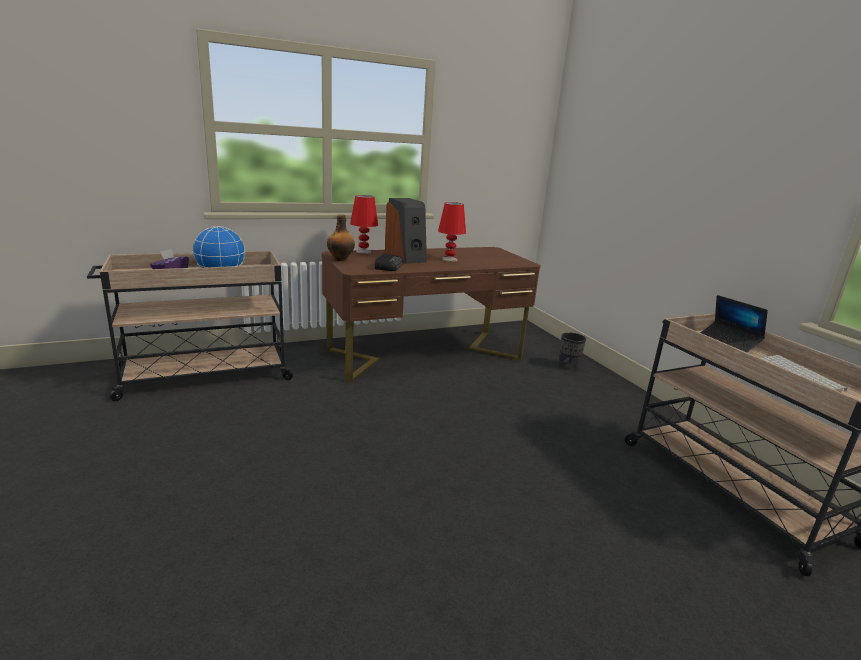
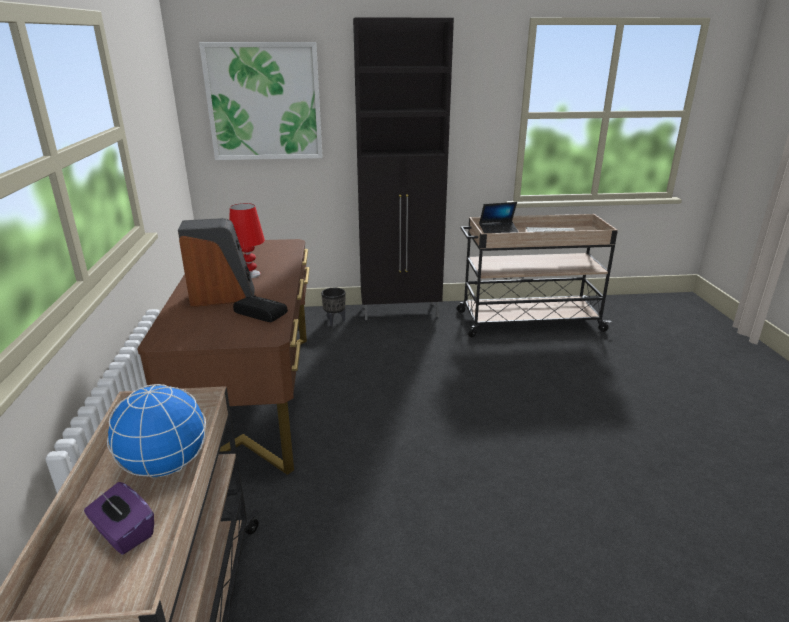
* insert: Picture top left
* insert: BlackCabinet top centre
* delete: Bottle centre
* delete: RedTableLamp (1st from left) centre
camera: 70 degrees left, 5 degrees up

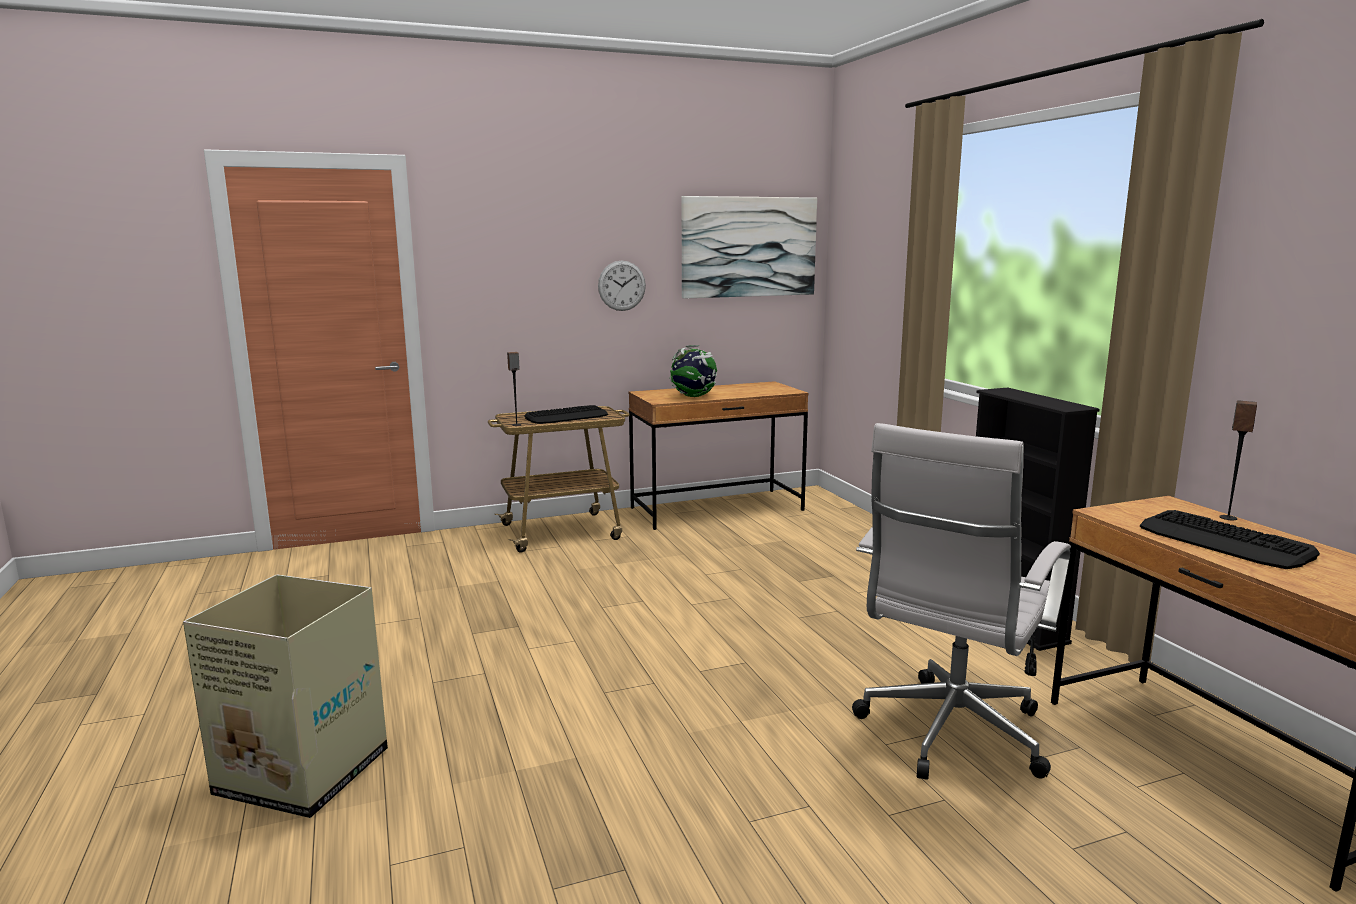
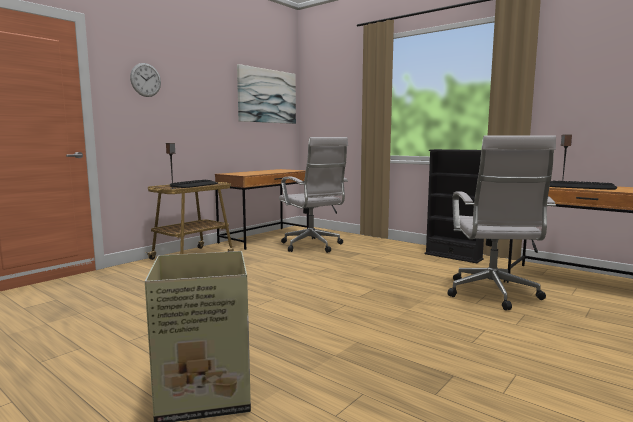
* move: WallClock top centre to top left
* insert: WhiteOfficeChair (1st from left) centre
* delete: Globe centre
camera: 30 degrees left, 5 degrees down

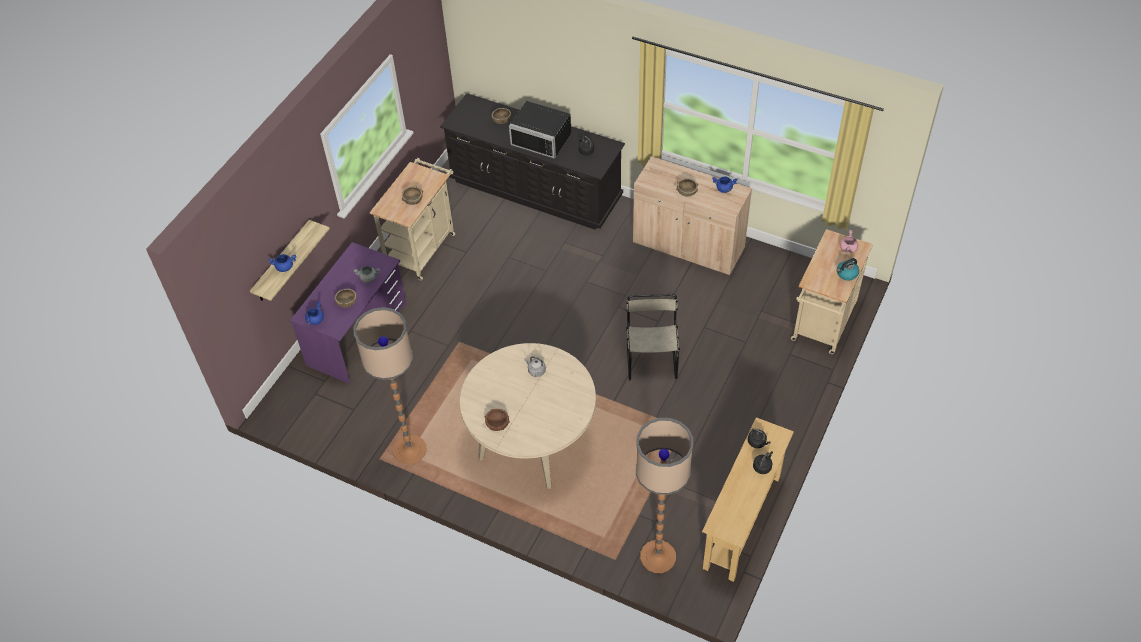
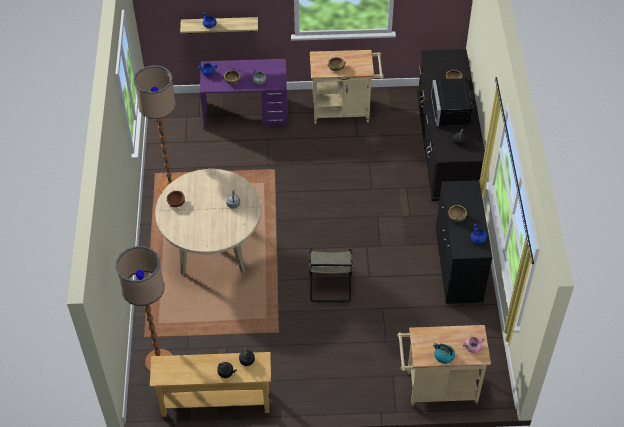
* rotate: BeigeChair centre = centre 120 degrees clockwise
* recolor: BeigeCabinet centre to BlackCabinet middle right
camera: 60 degrees right, 0 degrees up

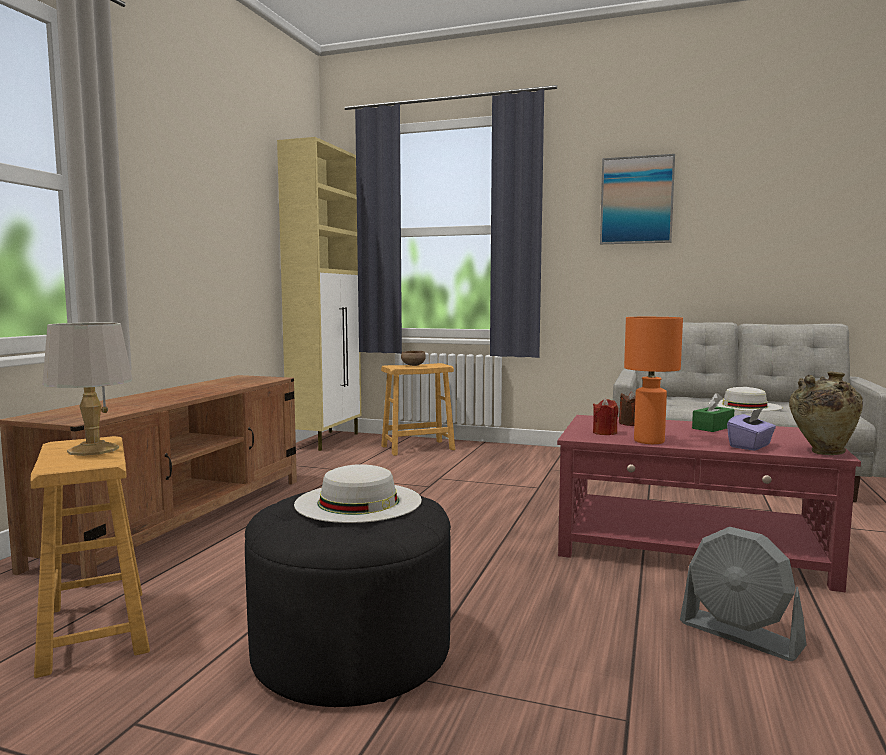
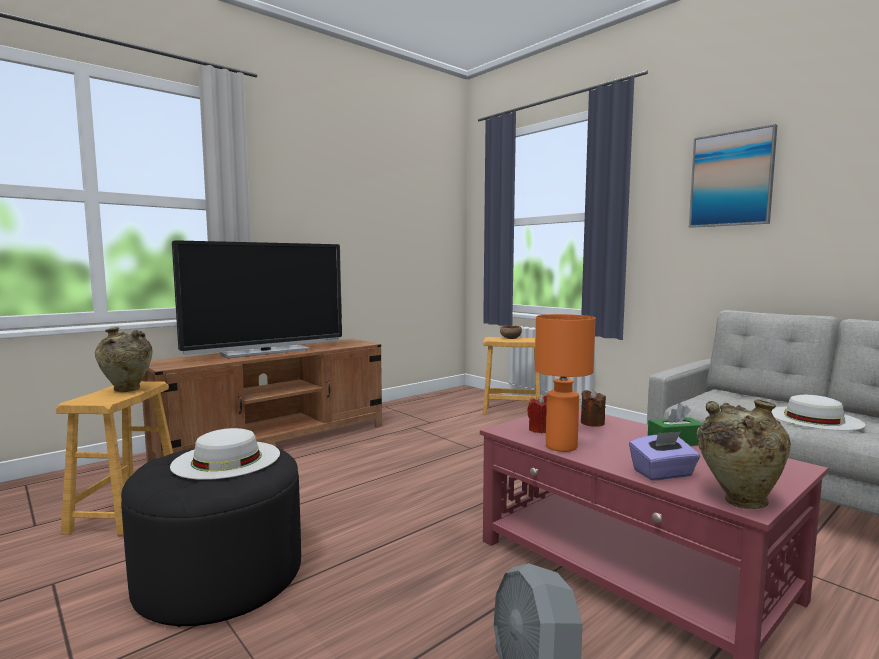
* replace: GreyTableLamp middle left to BeigeVase (1st from left) middle left
* insert: Television middle left
* delete: BeigeCabinet centre
camera: 30 degrees right, 0 degrees up

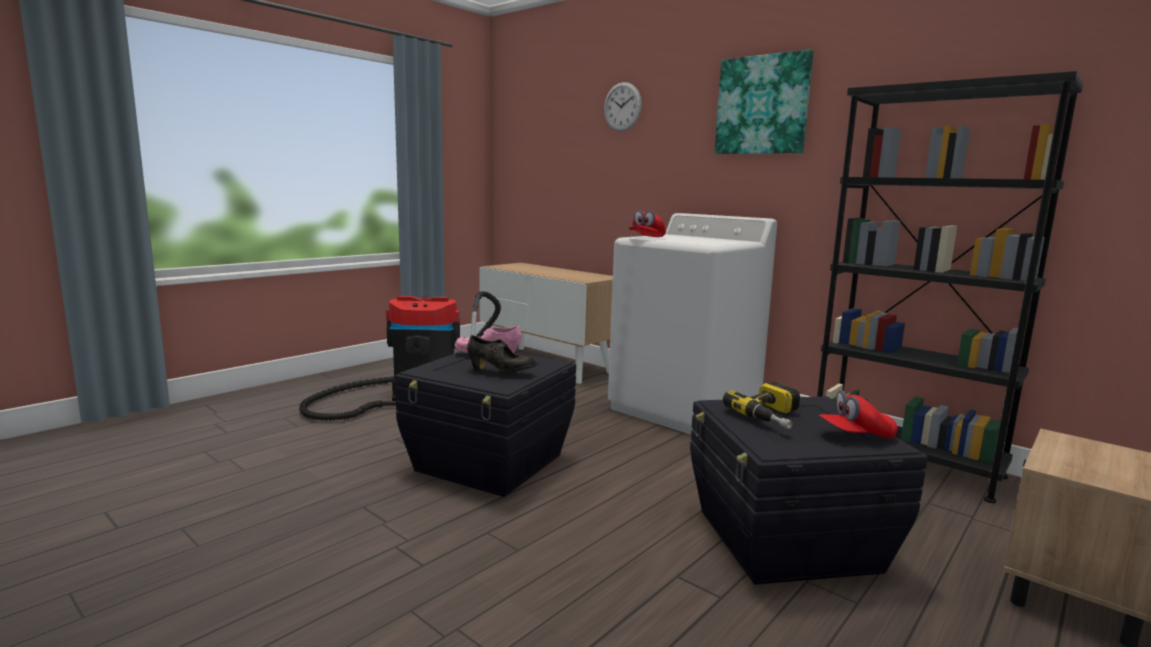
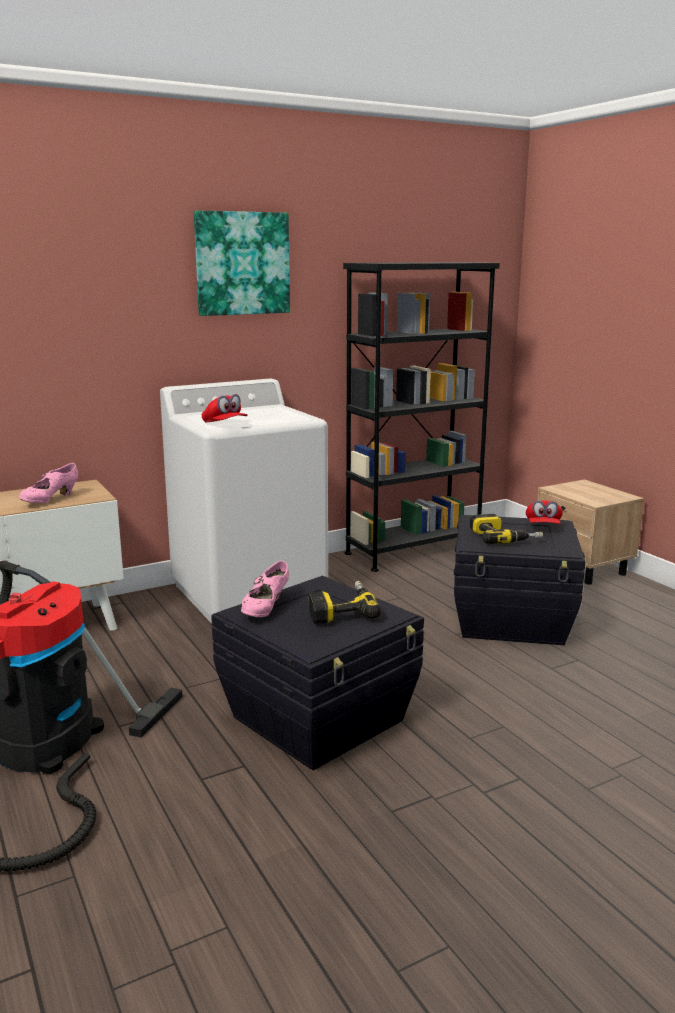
* insert: PinkShoe (1st from left) middle left
* replace: BlackShoe centre to PowerDrill (1st from left) centre
* delete: WallClock top centre
camera: 70 degrees left, 5 degrees up

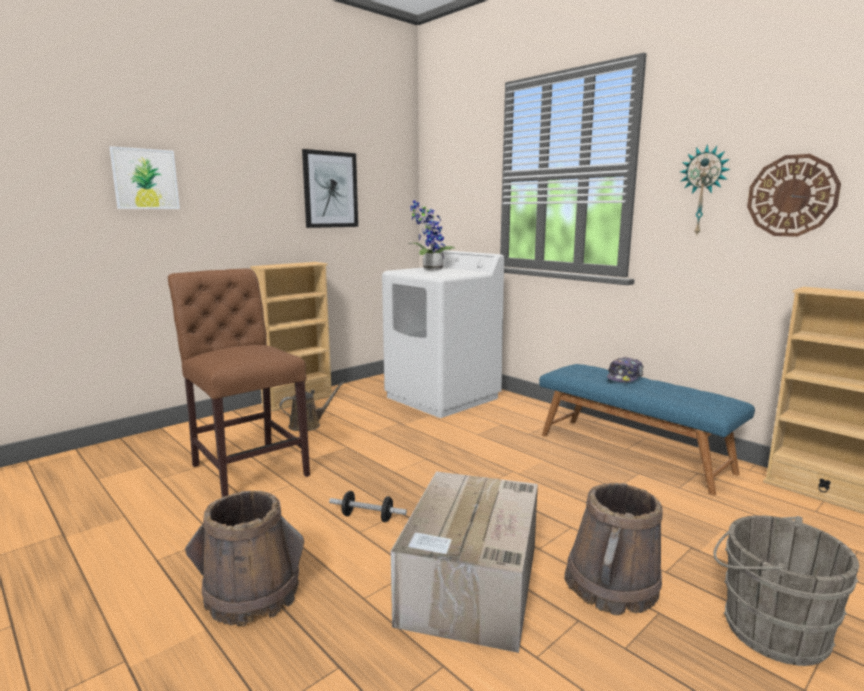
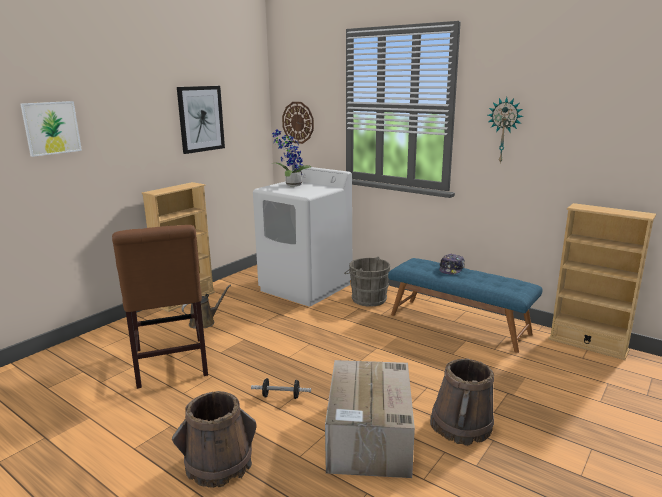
* rotate: BrownChair middle left = middle left 150 degrees counterclockwise
* move: WallClock (2nd from left in the first image) top right to WallClock (1st from left) top centre
* move: GreyBucket bottom right to centre
camera: 10 degrees left, 5 degrees up

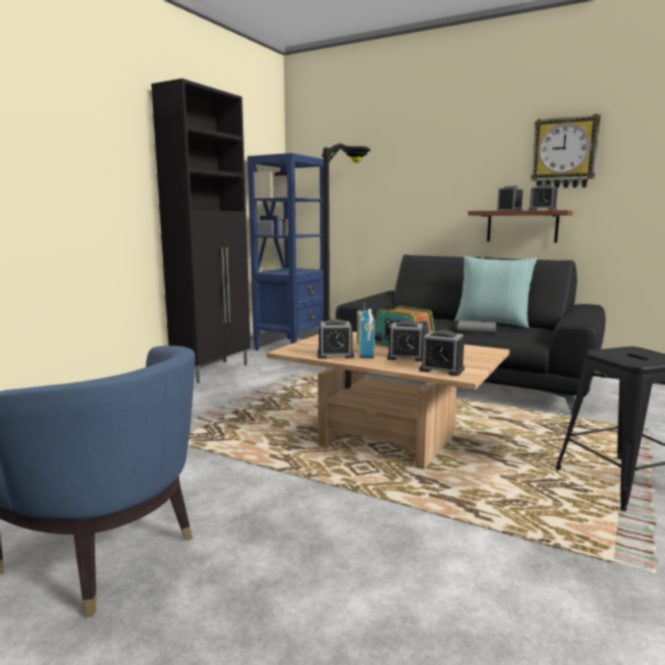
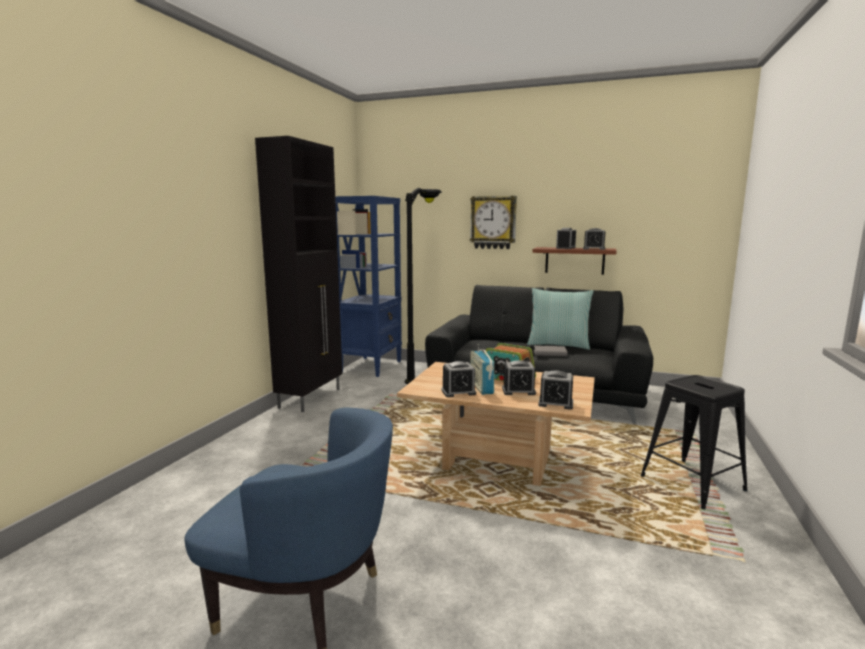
* move: WallClock top right to centre
camera: 10 degrees left, 0 degrees up

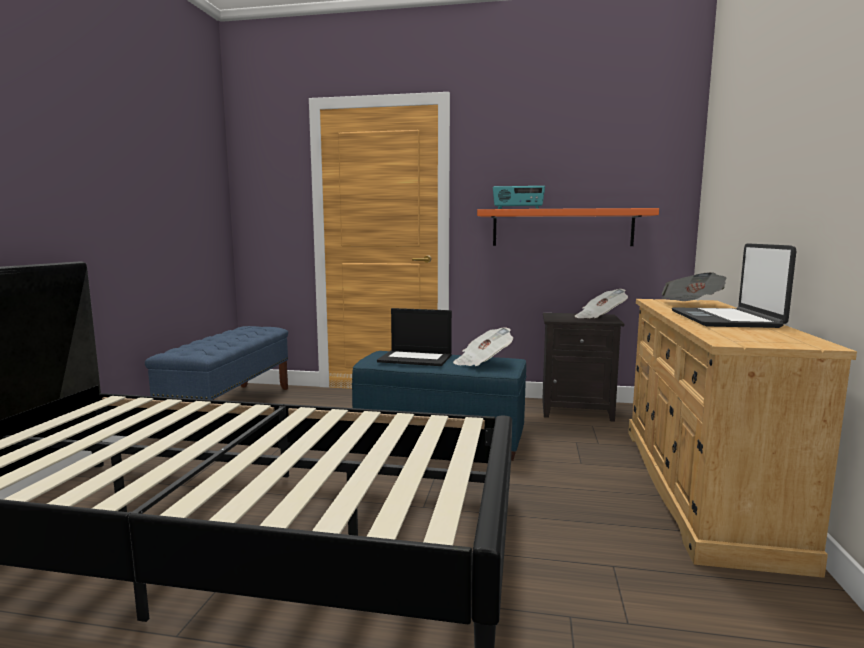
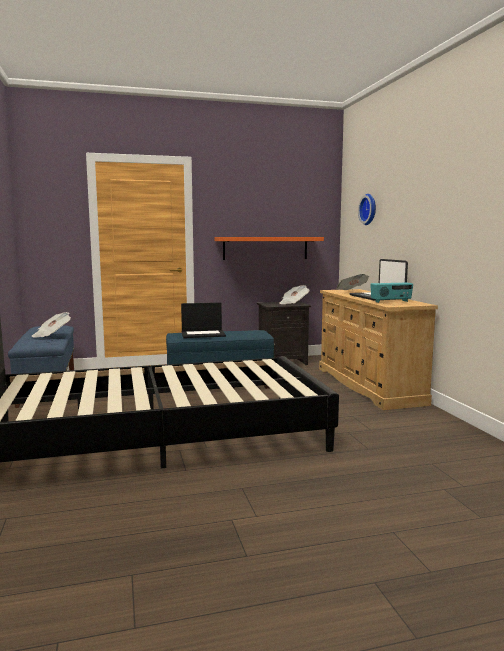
* move: Newspaper (1st from left) centre to middle left
* insert: WallClock top right
* move: Radio top centre to middle right
camera: 25 degrees left, 0 degrees up

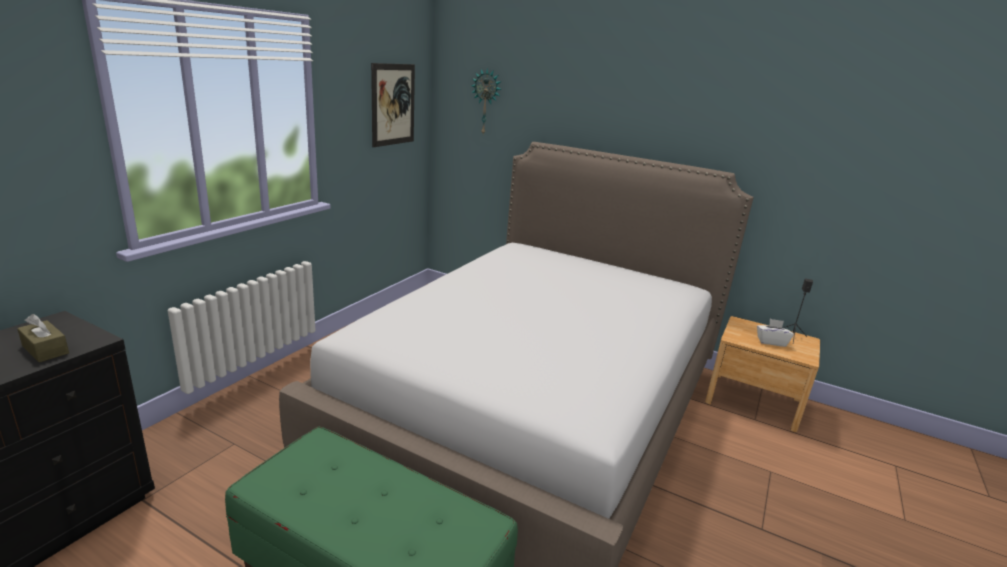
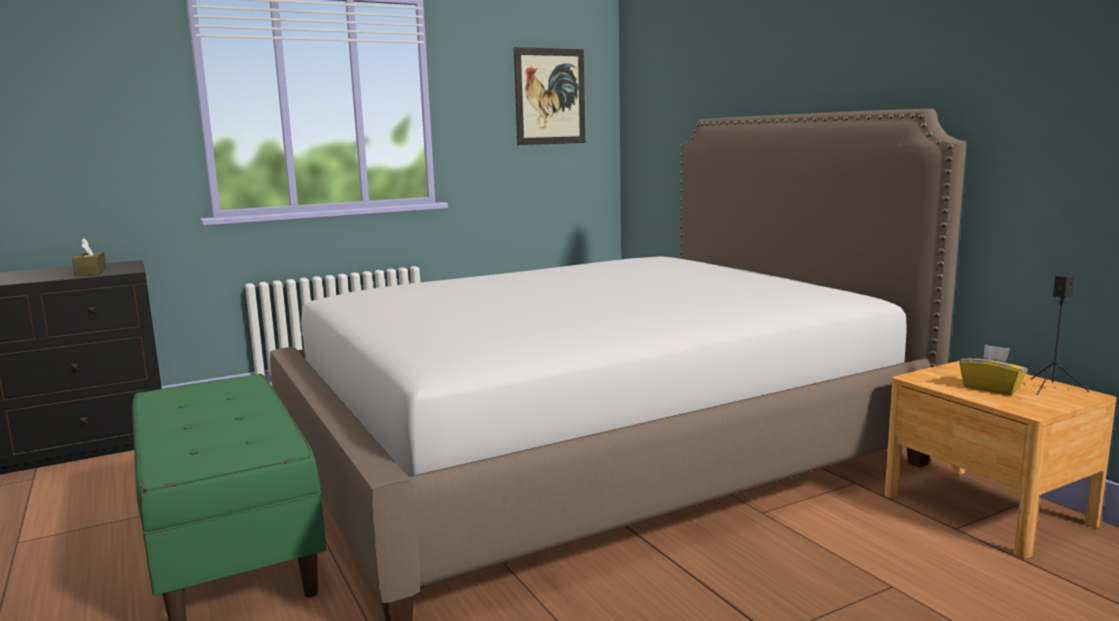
* recolor: WhiteTissueBox middle right to YellowTissueBox middle right
* delete: WallClock top centre
camera: 35 degrees right, 10 degrees down

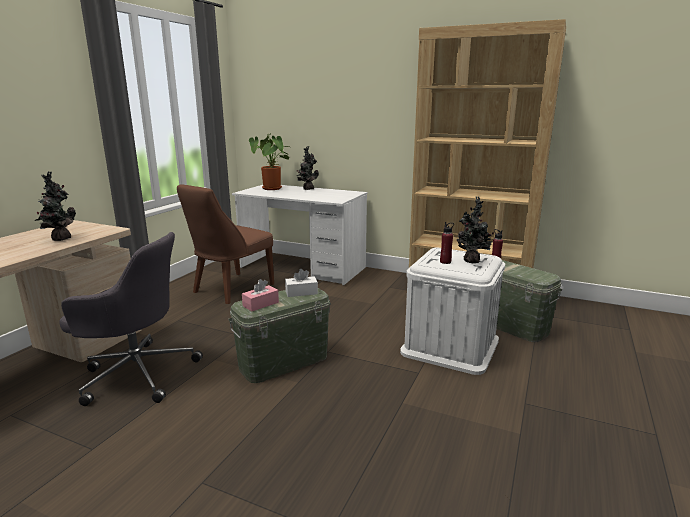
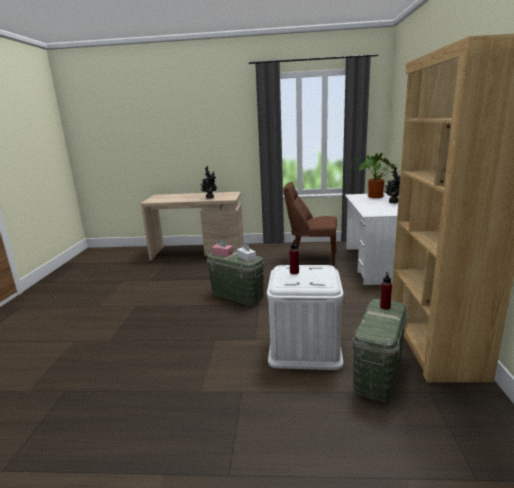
* delete: GreyOfficeChair middle left
* delete: PottedPlant (4th from left) middle right
camera: 70 degrees right, 0 degrees up

